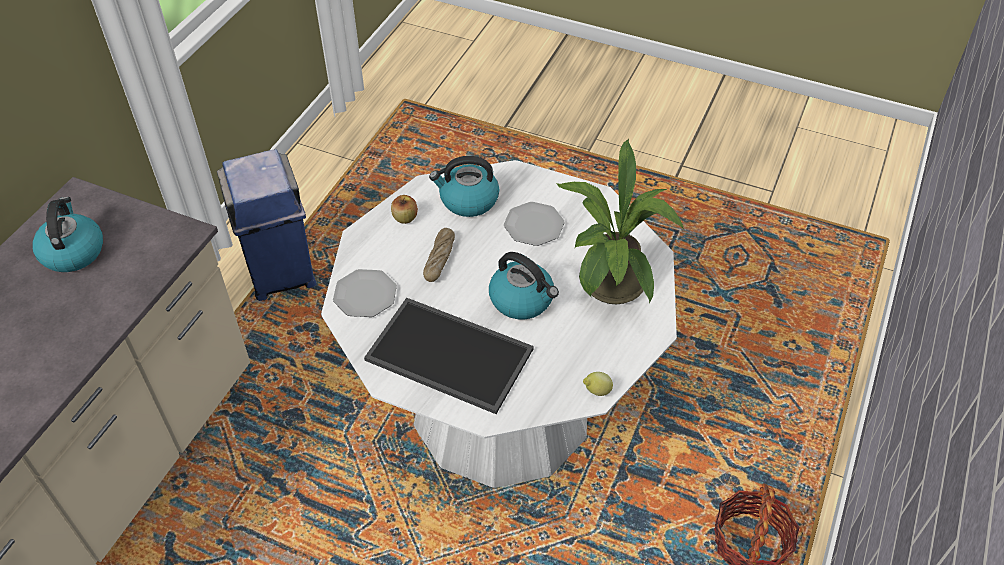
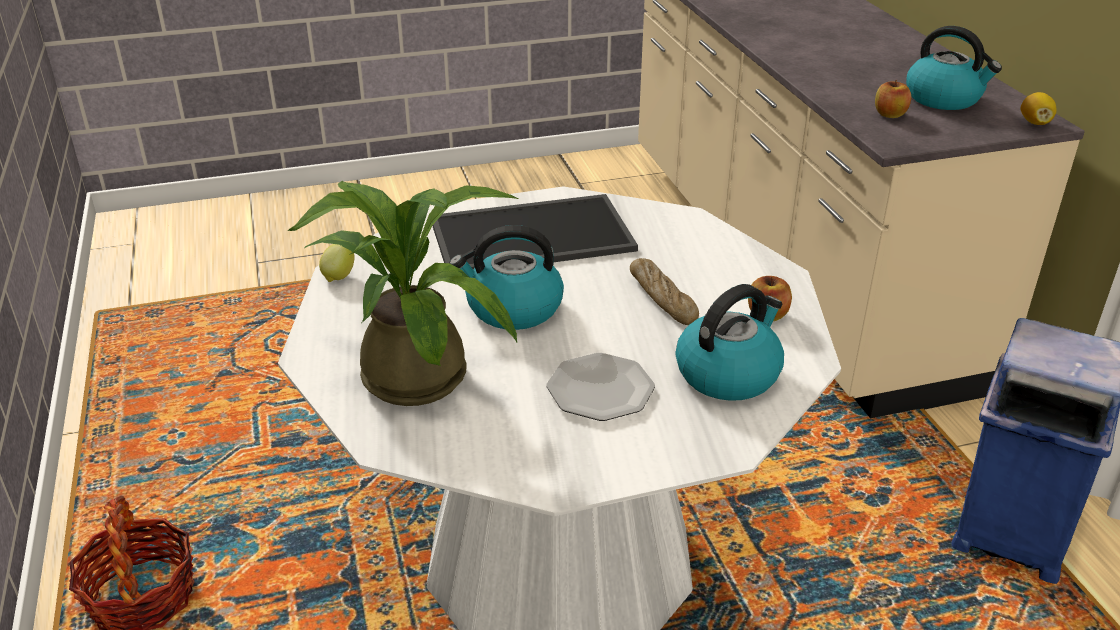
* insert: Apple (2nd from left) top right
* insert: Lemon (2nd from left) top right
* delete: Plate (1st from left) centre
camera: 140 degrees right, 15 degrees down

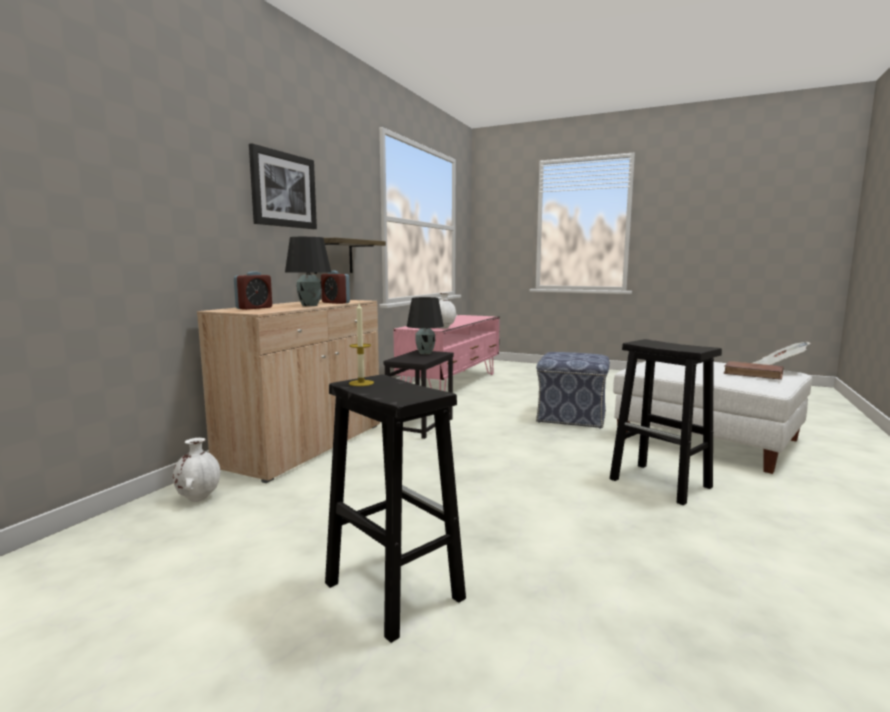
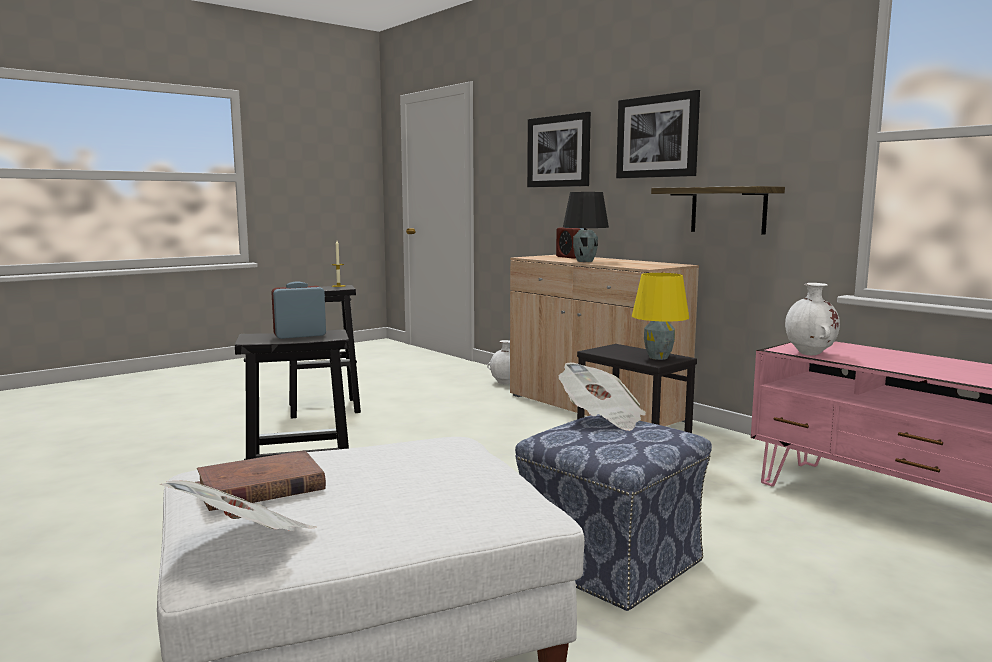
* move: AlarmClock (2nd from left in the first image) centre to AlarmClock (1st from left) middle left
* insert: Picture (1st from left) top centre
* insert: Newspaper (2nd from left) centre
* recolor: BlackTableLamp (2nd from left) centre to YellowTableLamp centre
camera: 115 degrees right, 0 degrees up

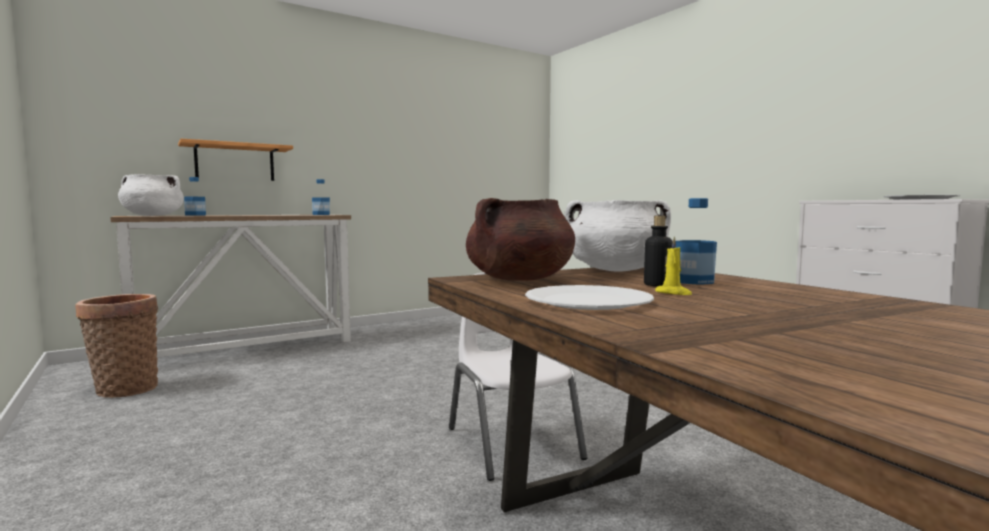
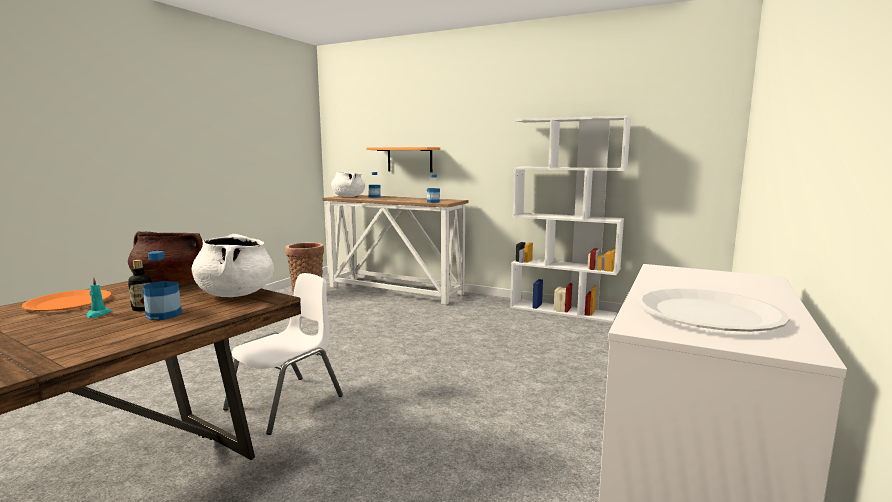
* recolor: WhitePlate (1st from left) centre to OrangePlate middle left
* recolor: YellowCandle middle right to TurquoiseCandle middle left
* insert: WhiteBookcase centre
camera: 60 degrees right, 5 degrees up

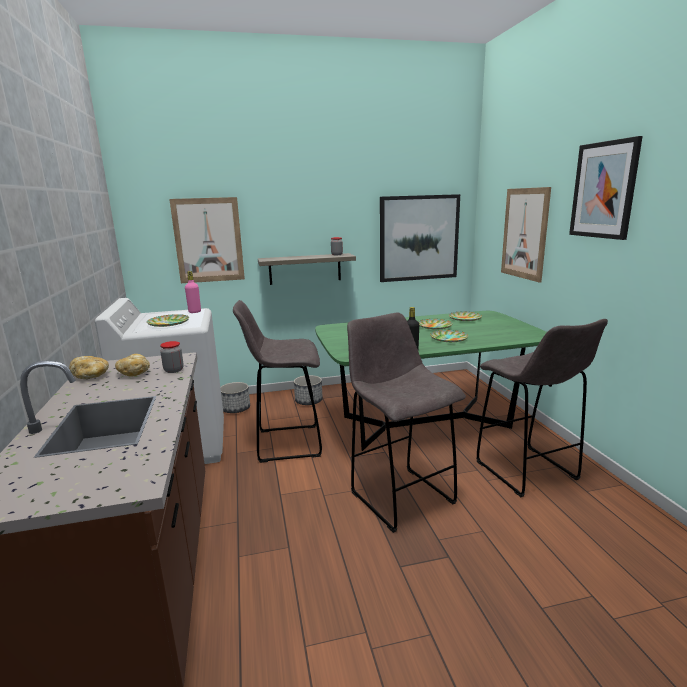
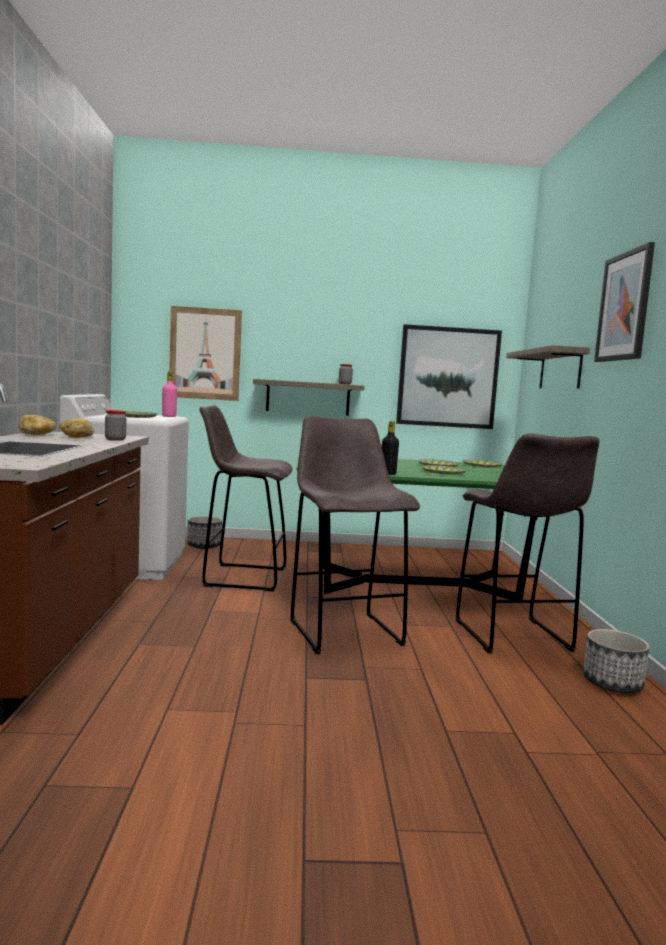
* replace: Picture (3rd from left) middle right to Shelf (2nd from left) middle right
* move: Planter (2nd from left) centre to bottom right
camera: 10 degrees right, 10 degrees down

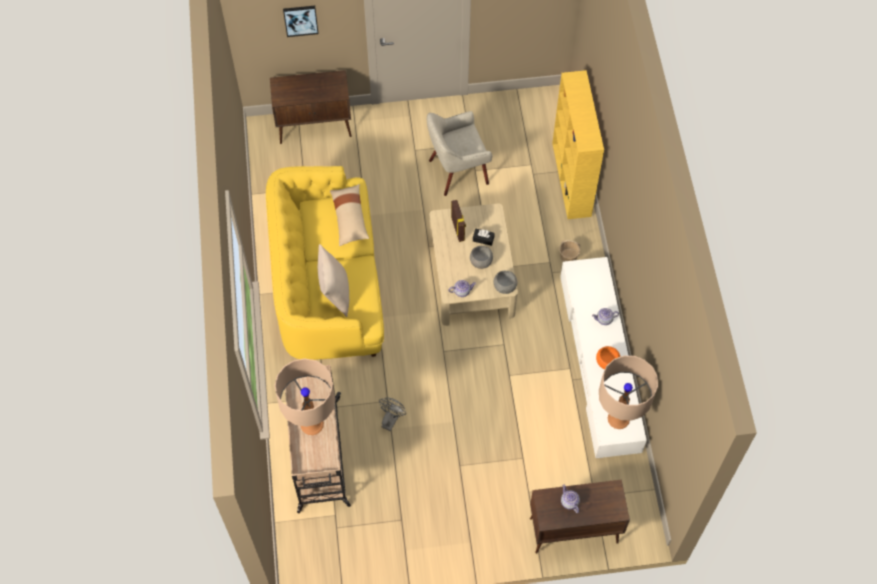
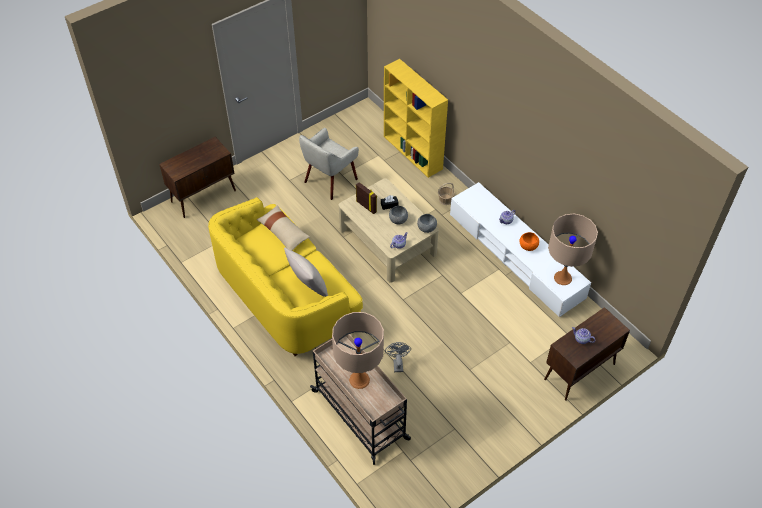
* delete: Picture top centre
camera: 30 degrees left, 10 degrees down

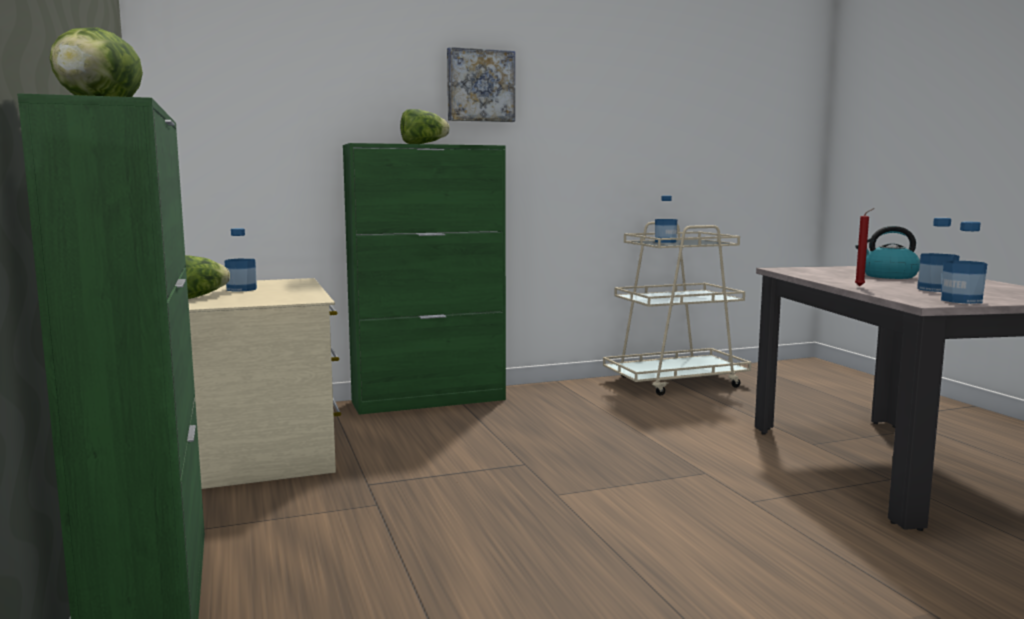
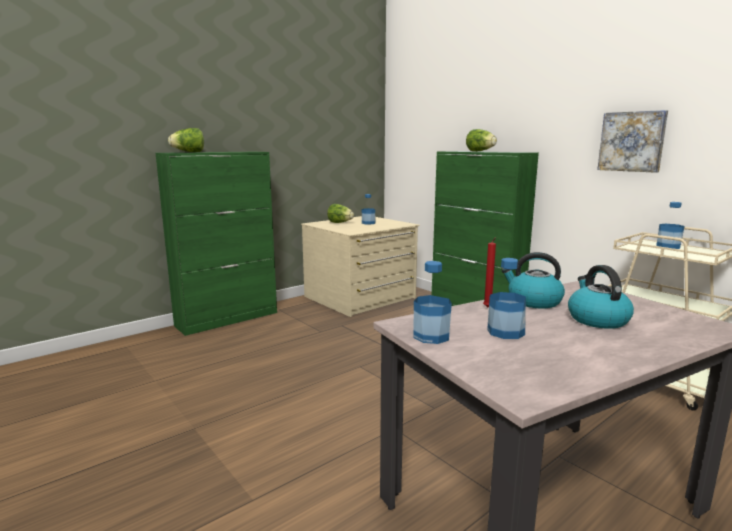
* insert: Kettle (1st from left) middle right
* move: Picture top centre to top right
camera: 70 degrees right, 5 degrees up

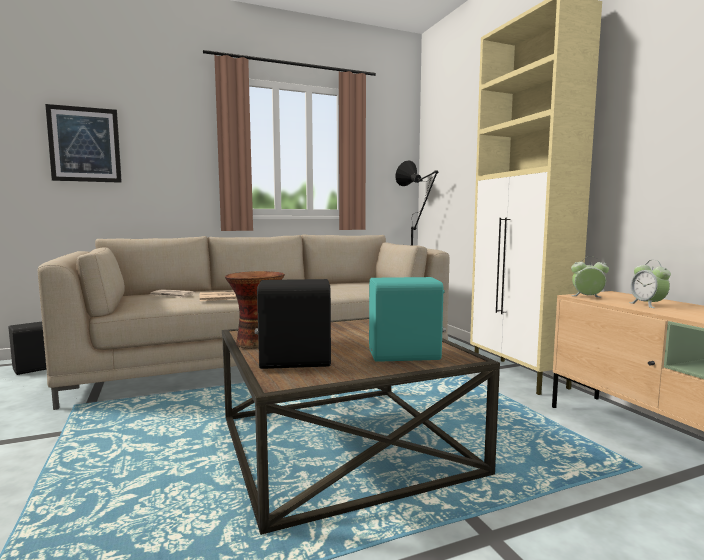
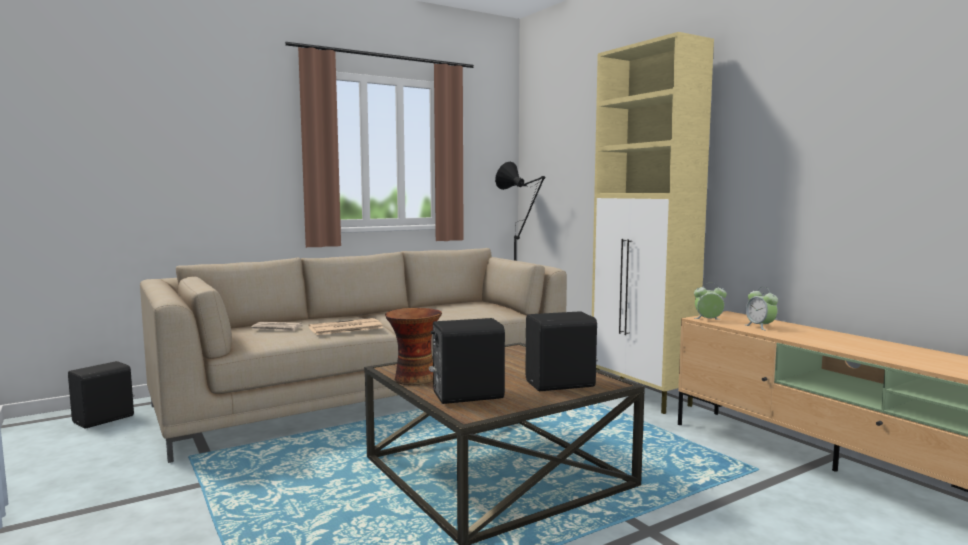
* recolor: TurquoiseSpeaker centre to BlackSpeaker (3rd from left) centre
* delete: Picture top left
camera: 10 degrees left, 0 degrees up

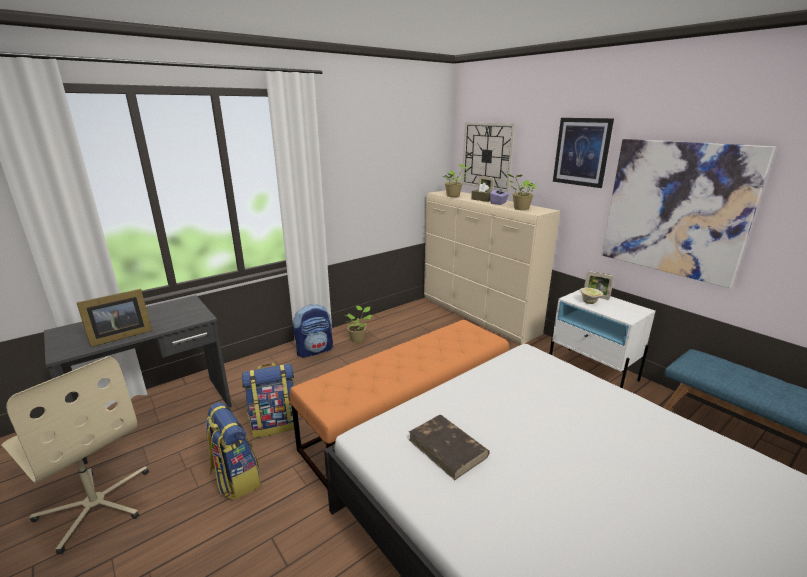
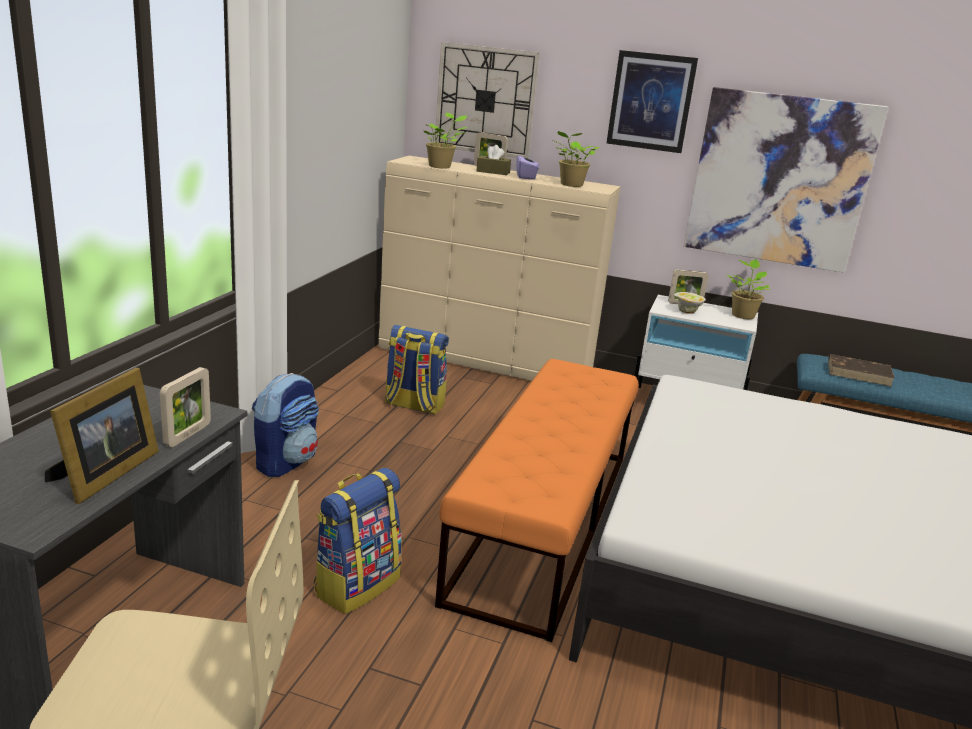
* insert: PictureFrame (2nd from left) middle left
* move: Backpack (1st from left in the first image) bottom left to Backpack (3rd from left) centre
* move: PottedPlant (1st from left in the first image) centre to PottedPlant (3rd from left) middle right
* move: BrownBook bottom centre to middle right
camera: 35 degrees left, 0 degrees up

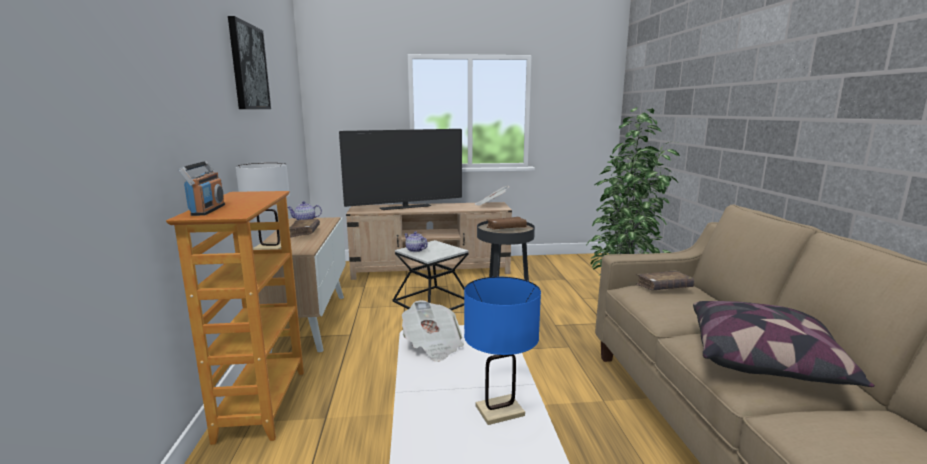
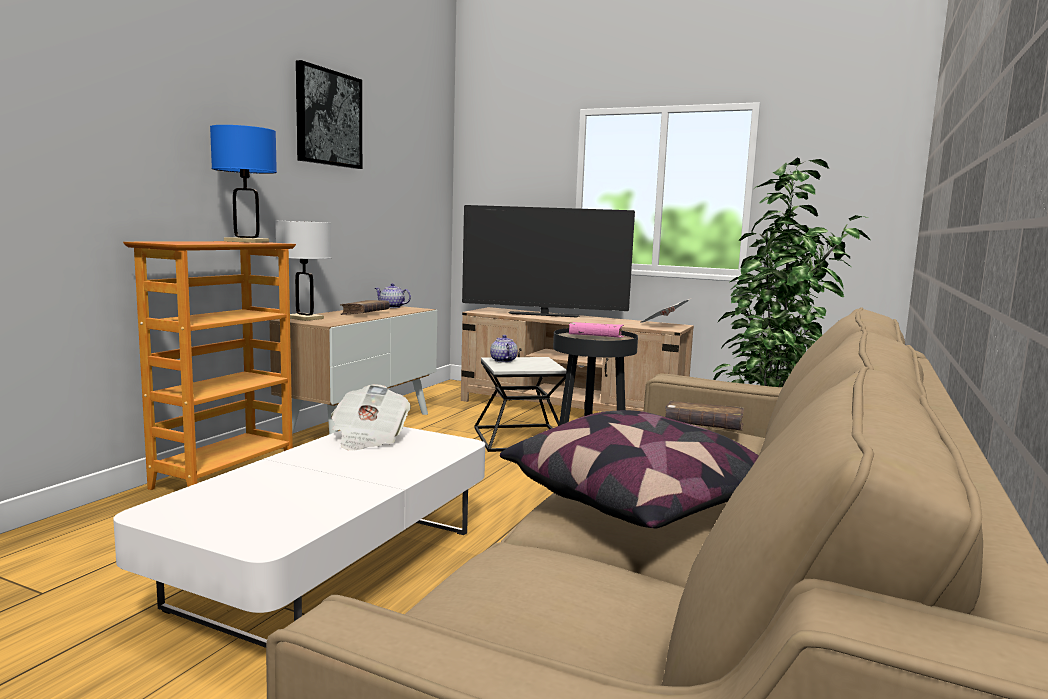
* move: BlueTableLamp bottom centre to top left
* recolor: BrownBook (2nd from left) centre to PinkBook centre
* delete: Radio middle left
camera: 30 degrees right, 5 degrees down

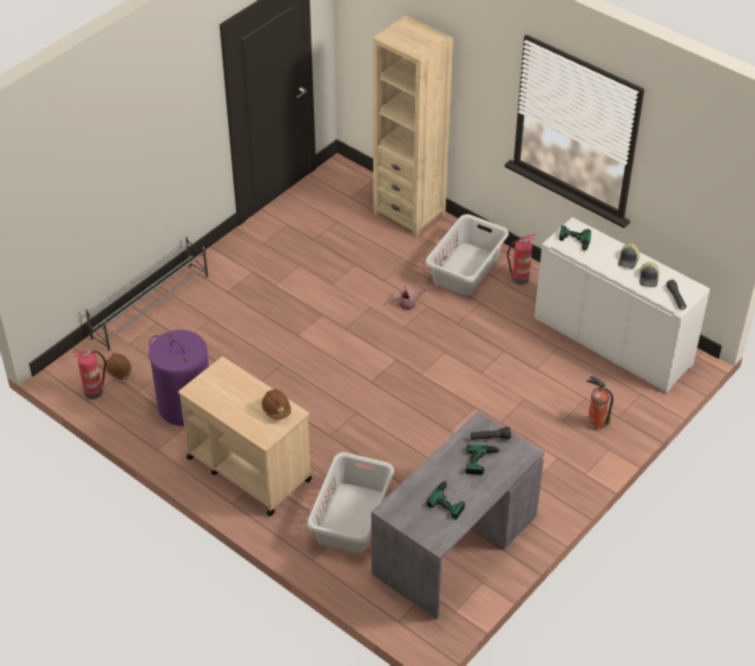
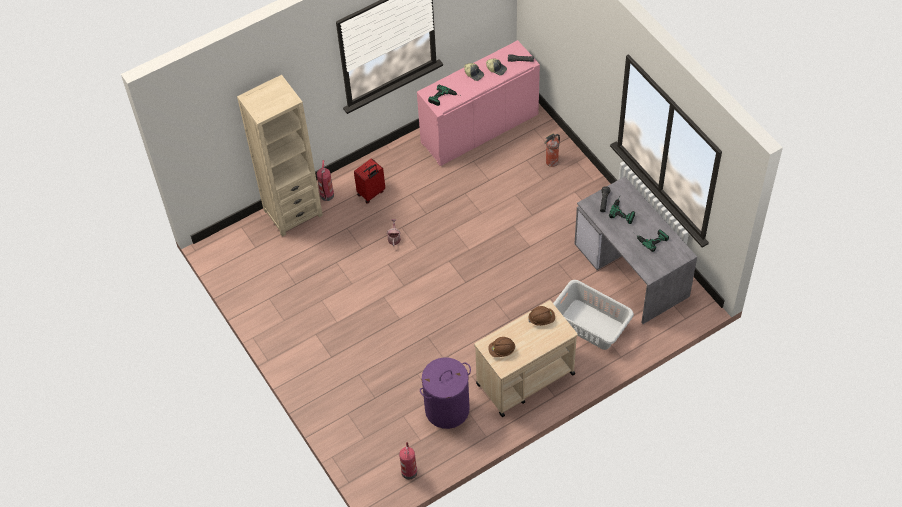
* move: FireExtinguisher (2nd from left in the first image) middle right to FireExtinguisher (1st from left) centre
* replace: GreyLaundryBasket (2nd from left) centre to RedSuitcase centre
* recolor: WhiteCabinet middle right to PinkCabinet top centre
* move: BrownHardHat (1st from left) middle left to bottom centre
* delete: GreyShoeRack middle left
camera: 70 degrees left, 10 degrees up

